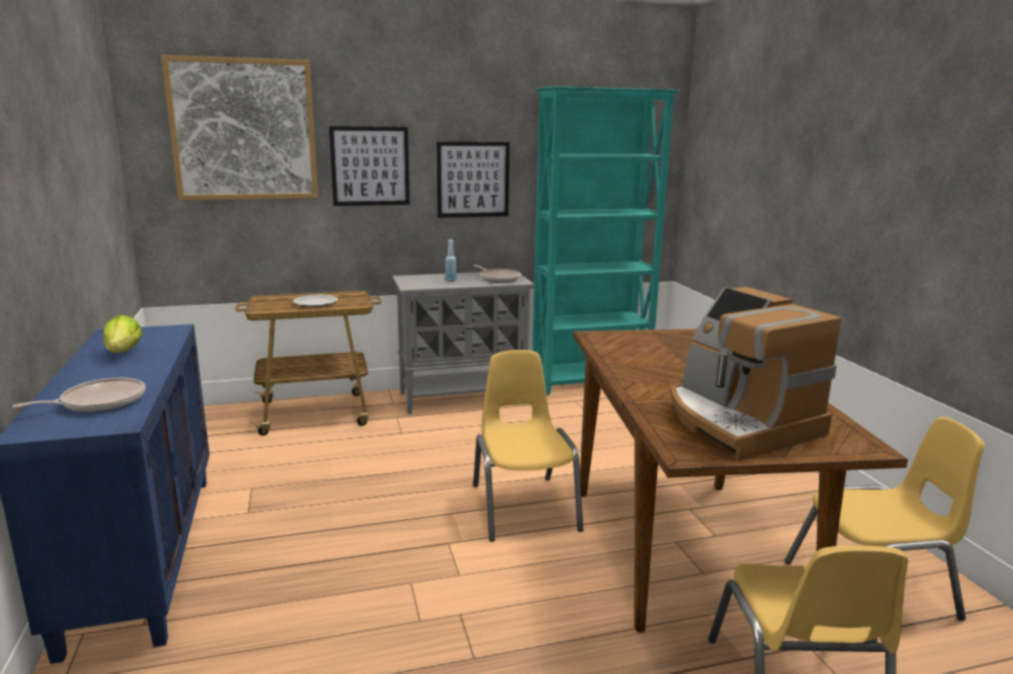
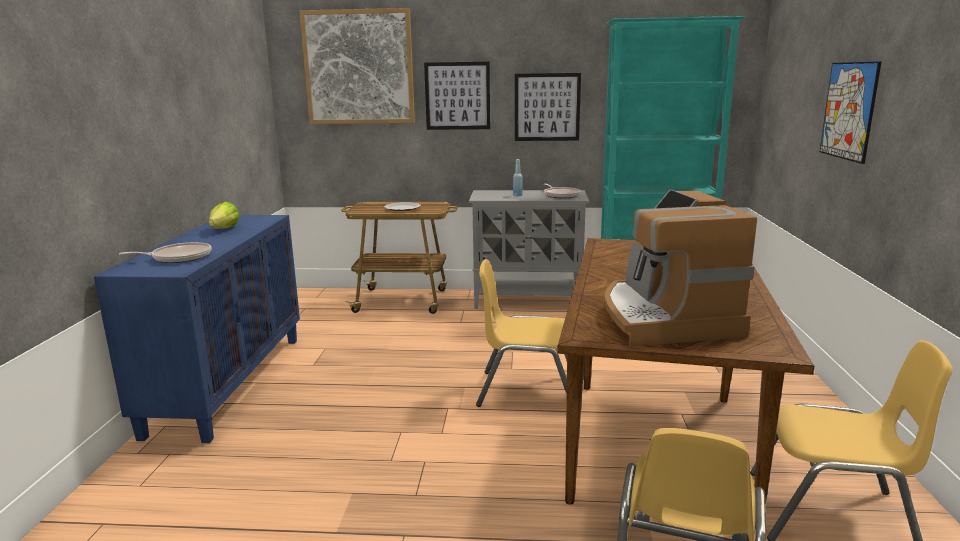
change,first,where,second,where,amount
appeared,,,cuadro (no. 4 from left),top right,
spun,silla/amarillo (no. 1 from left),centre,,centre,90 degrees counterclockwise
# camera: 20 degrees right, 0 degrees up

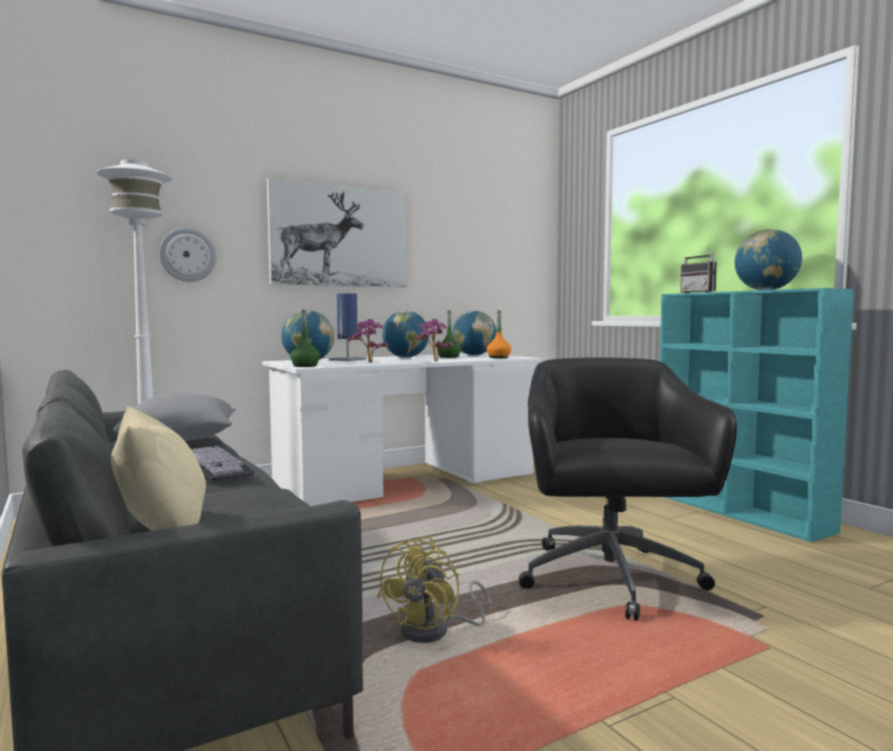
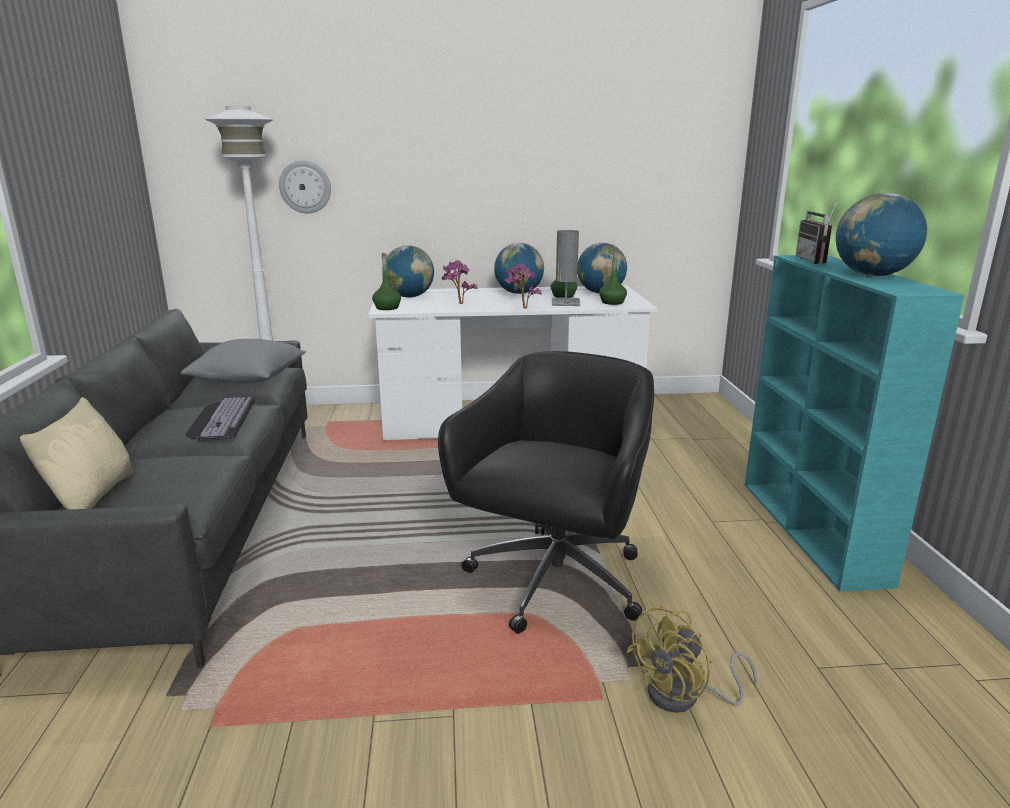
change,first,where,second,where,amount
missing,cuadro,top centre,,,
missing,lámpara de mesa/azul,centre,,,
appeared,,,lámpara de mesa/gris,top centre,
relocated,ventilador/amarillo,bottom centre,,bottom right,
colour,botella/naranja,centre,botella/verde (no. 3 from left),centre,
# camera: 25 degrees right, 15 degrees up

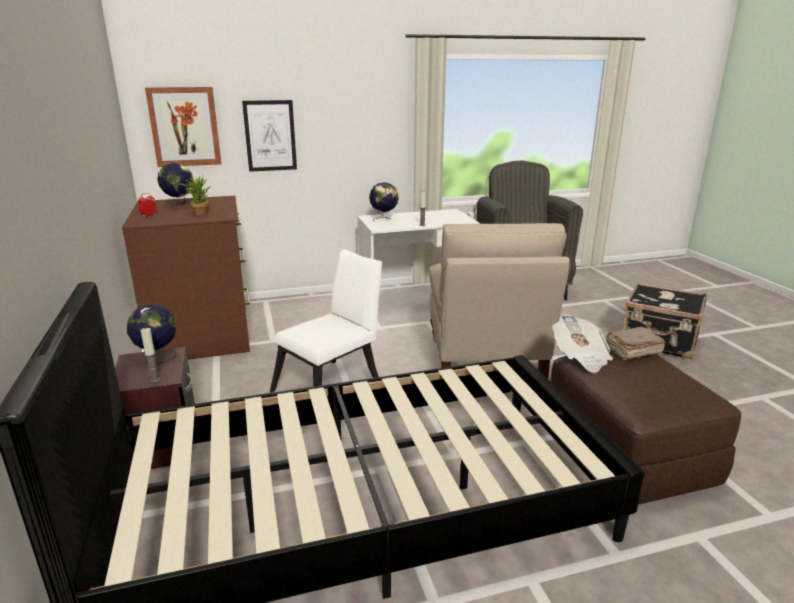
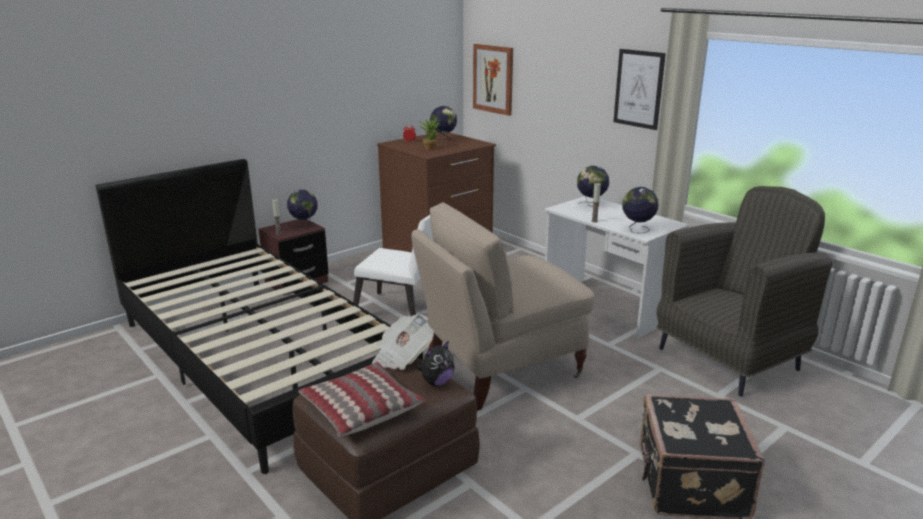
change,first,where,second,where,amount
appeared,,,cojín,bottom centre,
appeared,,,globo terráqueo (no. 4 from left),middle right,
relocated,cuadro (no. 2 from left),top centre,,top right,
exchanged,libro/marrón,middle right,peluche,bottom centre,
# camera: 65 degrees right, 0 degrees up

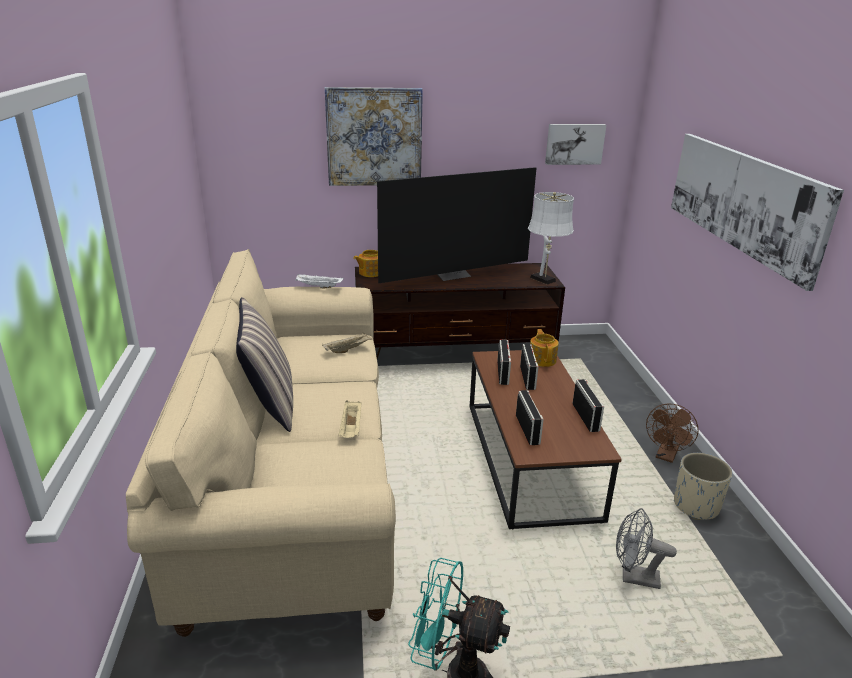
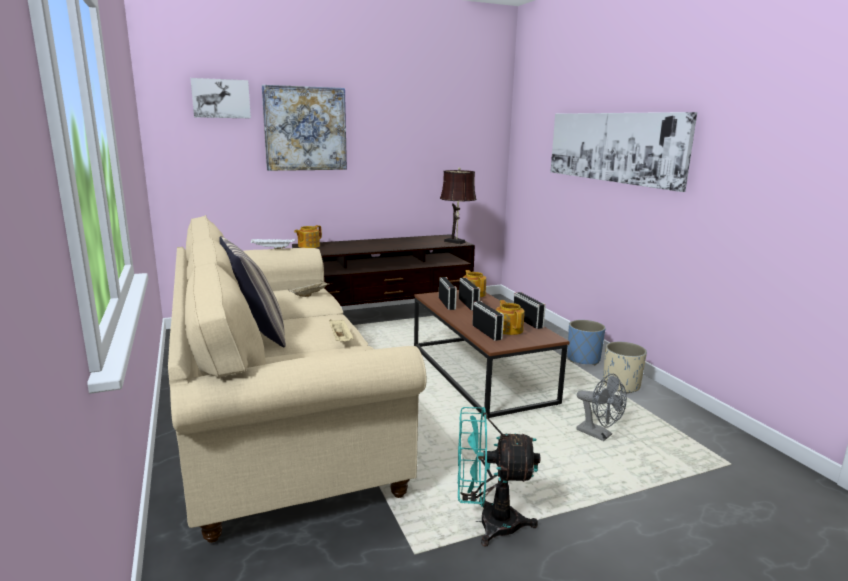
change,first,where,second,where,amount
missing,televisor,top centre,,,
appeared,,,tetera (no. 3 from left),centre,
relocated,cuadro (no. 2 from left in the first image),top right,cuadro (no. 1 from left),top left,
exchanged,ventilador/marrón,middle right,maceta/azul,middle right,
colour,lámpara de mesa/blanco,centre,lámpara de mesa/marrón,centre,
spun,ventilador/gris,bottom right,,bottom right,135 degrees counterclockwise
# camera: 15 degrees left, 10 degrees down

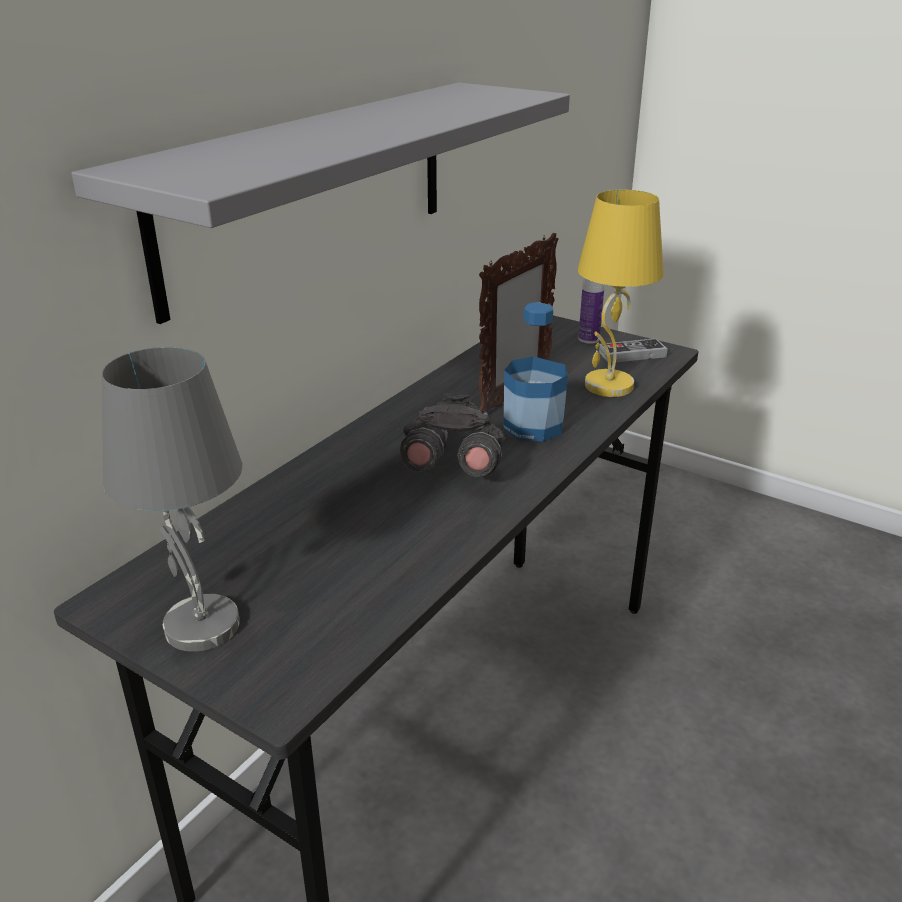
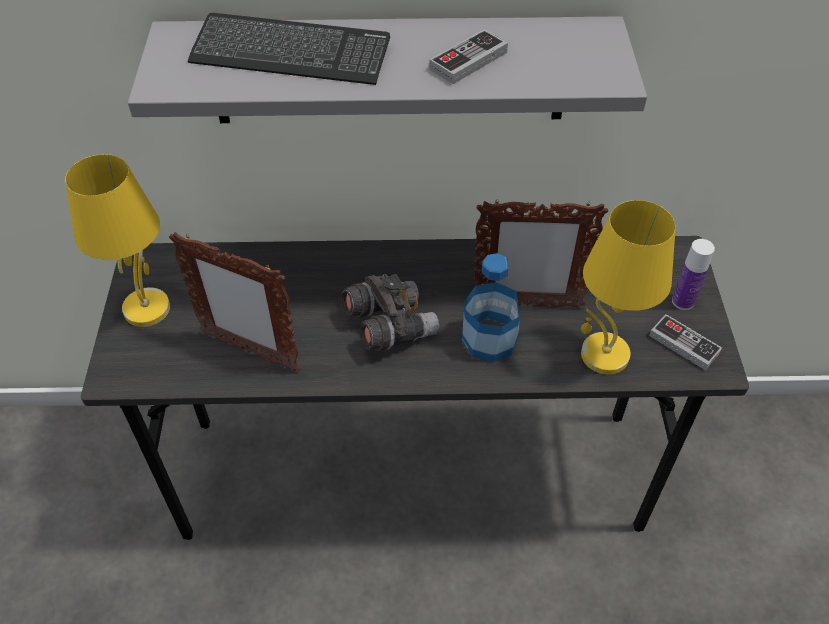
change,first,where,second,where,amount
appeared,,,portarretratos (no. 1 from left),middle left,
appeared,,,teclado,top centre,
appeared,,,mando de consola (no. 1 from left),top centre,
colour,lámpara de mesa/gris,middle left,lámpara de mesa/amarillo (no. 1 from left),middle left,
# camera: 55 degrees right, 20 degrees up

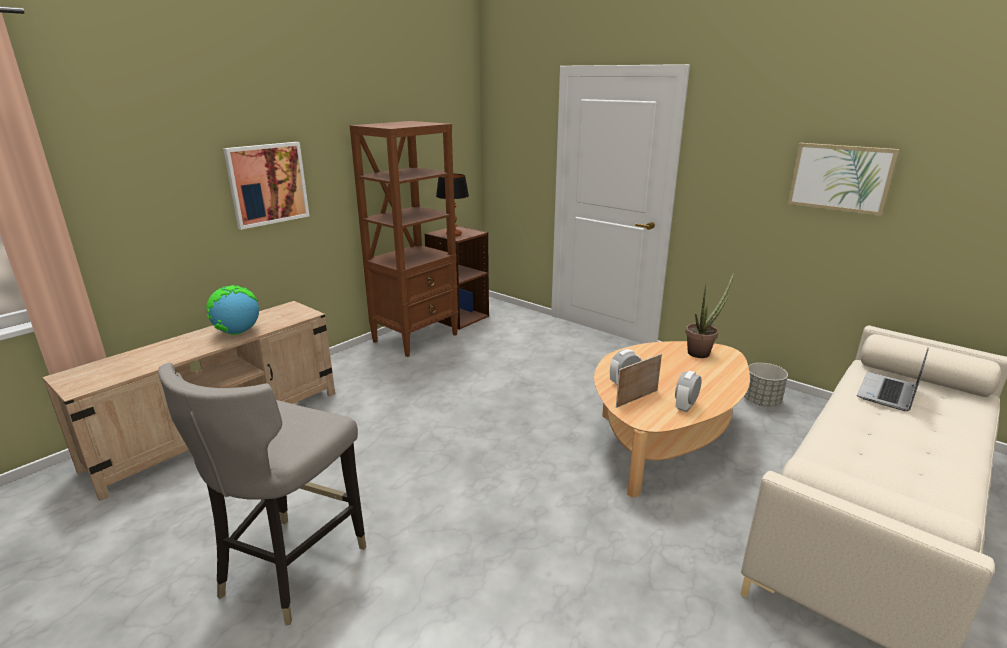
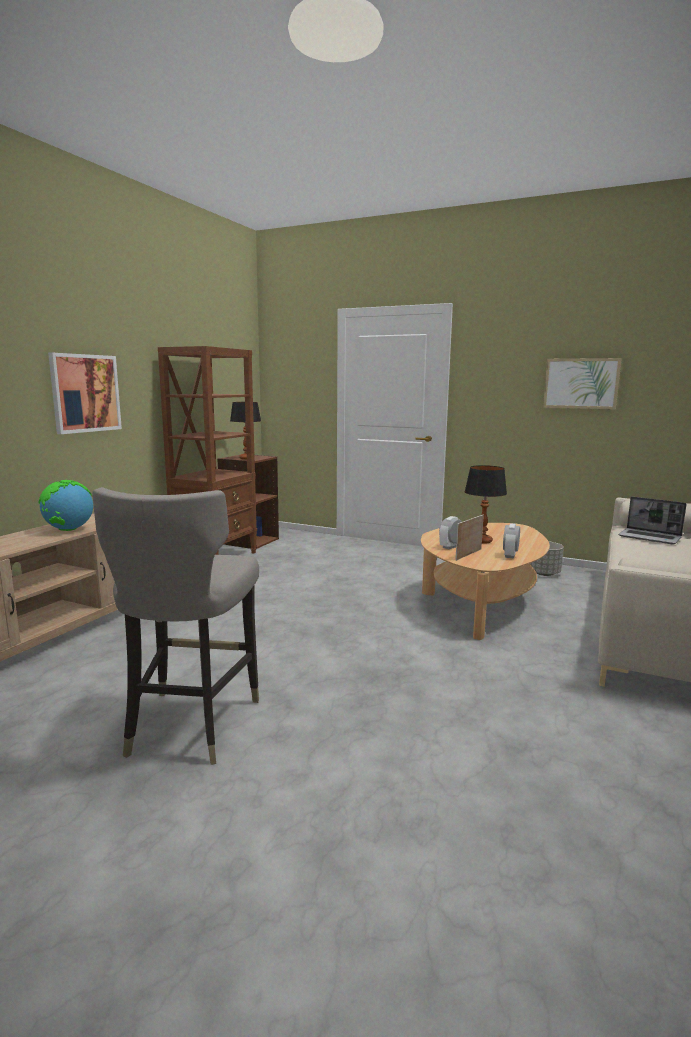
change,first,where,second,where,amount
missing,planta en maceta,middle right,,,
appeared,,,lámpara de mesa (no. 2 from left),middle right,
spun,portátil,middle right,,middle right,75 degrees counterclockwise
# camera: 15 degrees left, 10 degrees down

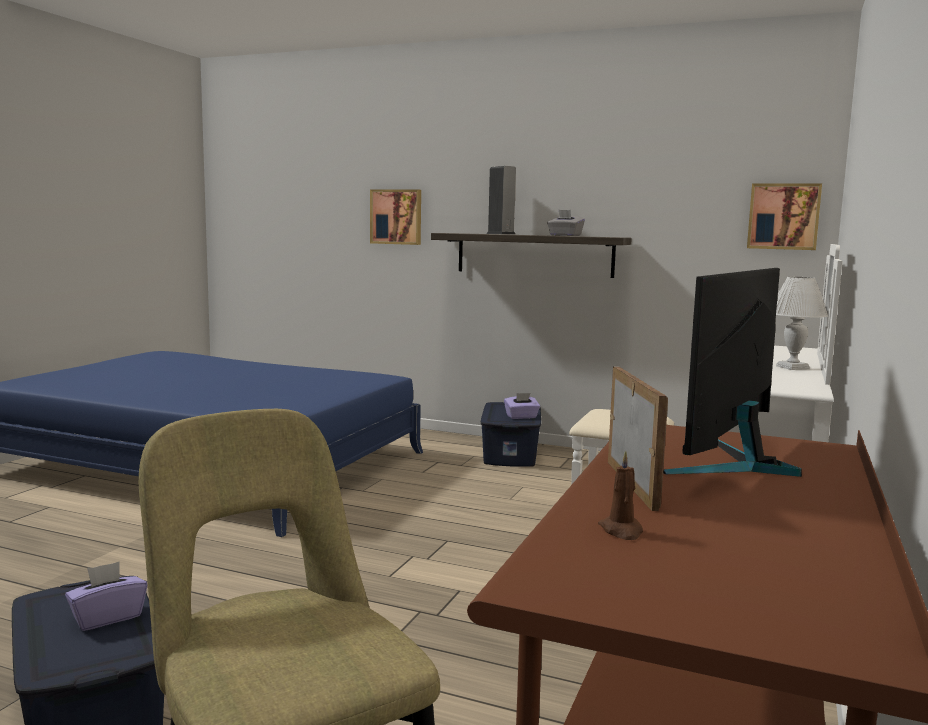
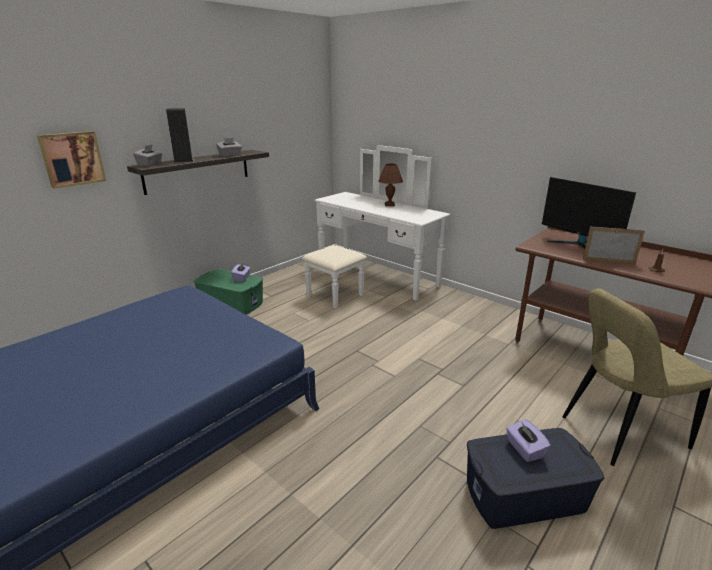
change,first,where,second,where,amount
missing,cuadro (no. 2 from left),top right,,,
appeared,,,caja de pañuelos/gris (no. 1 from left),top left,
colour,caja de almacenaje/azul (no. 2 from left),centre,caja de almacenaje/verde,middle left,
colour,lámpara de mesa/blanco,middle right,lámpara de mesa/marrón,top centre,
# camera: 70 degrees left, 15 degrees up

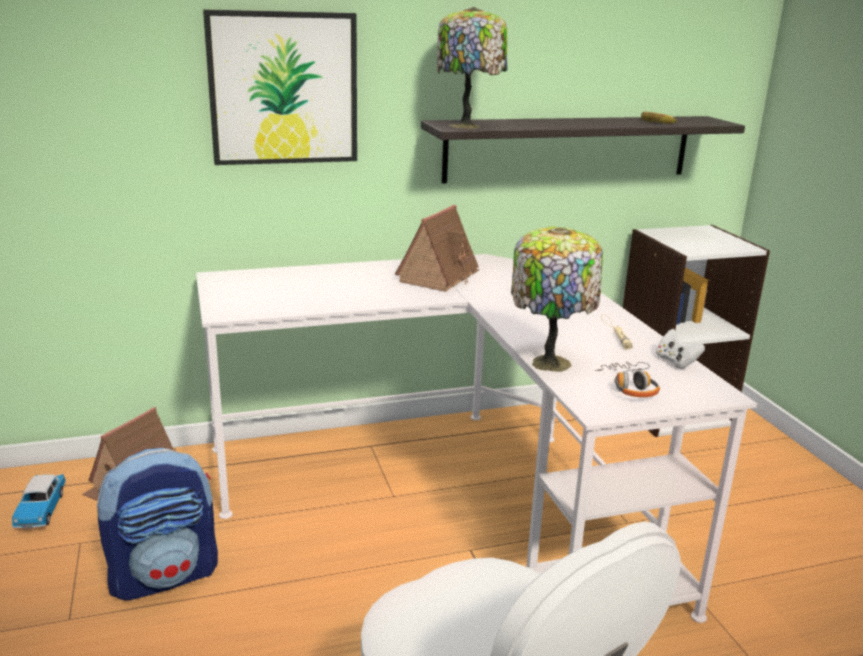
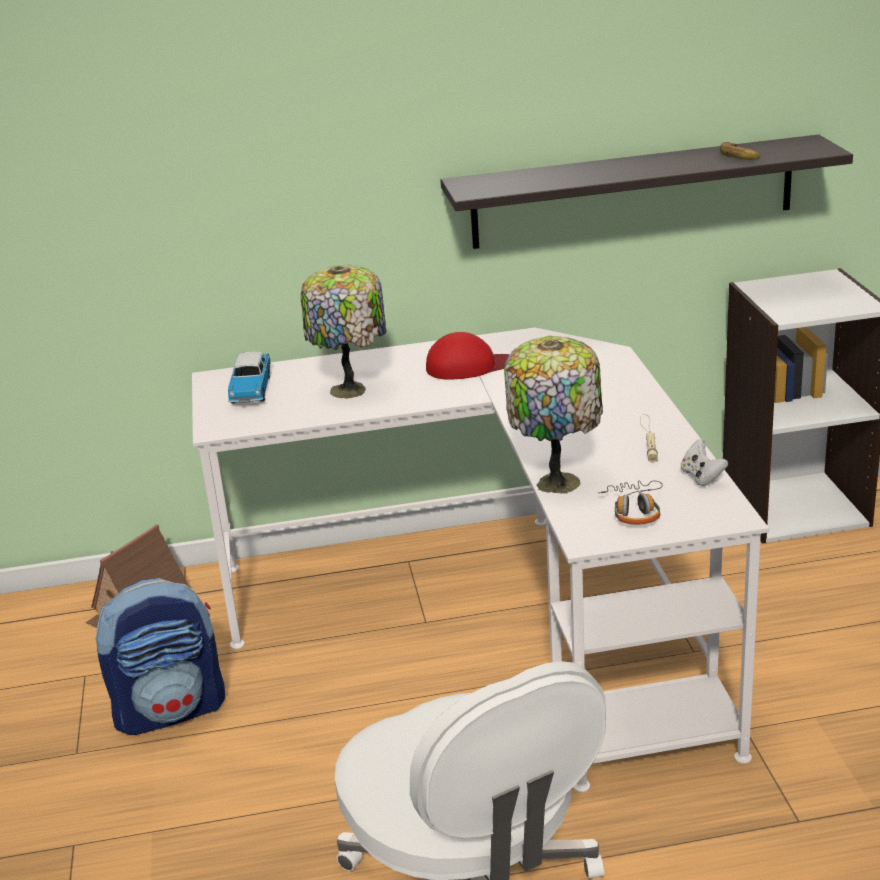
change,first,where,second,where,amount
missing,cuadro,top left,,,
relocated,coche de juguete,bottom left,,middle left,
relocated,lámpara de mesa (no. 1 from left),top centre,,centre,
exchanged,casita (no. 2 from left),centre,gorra/rojo,centre,
# camera: 10 degrees right, 5 degrees up

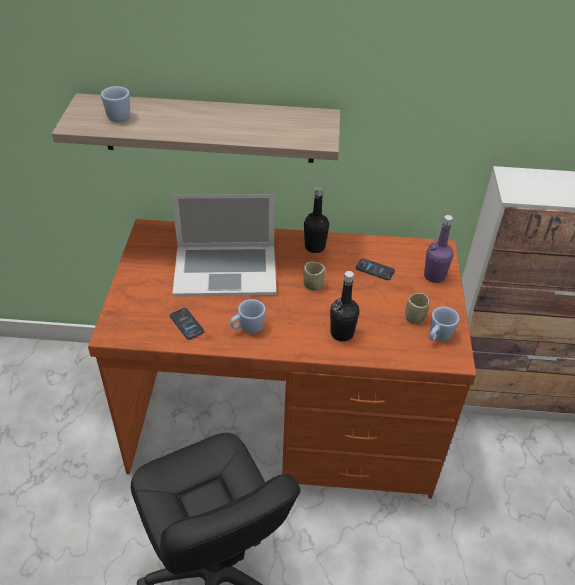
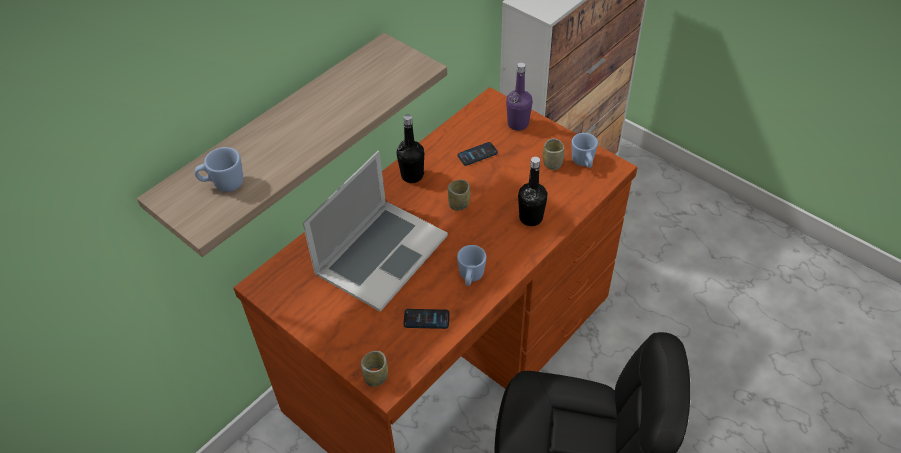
change,first,where,second,where,amount
appeared,,,taza (no. 1 from left),bottom centre,
# camera: 50 degrees left, 5 degrees up

